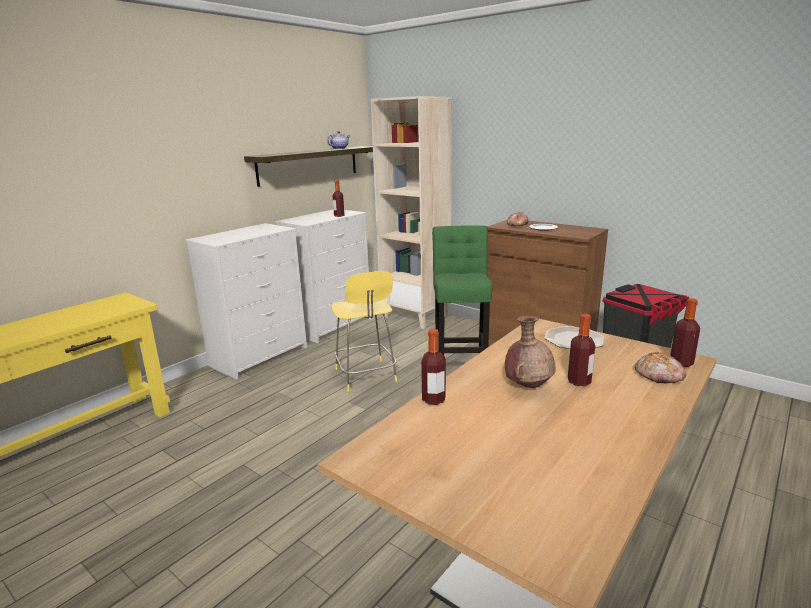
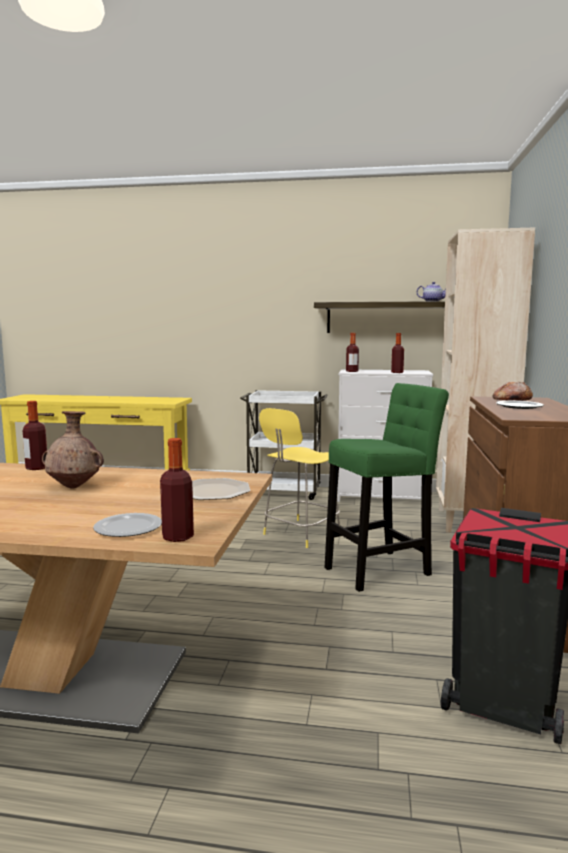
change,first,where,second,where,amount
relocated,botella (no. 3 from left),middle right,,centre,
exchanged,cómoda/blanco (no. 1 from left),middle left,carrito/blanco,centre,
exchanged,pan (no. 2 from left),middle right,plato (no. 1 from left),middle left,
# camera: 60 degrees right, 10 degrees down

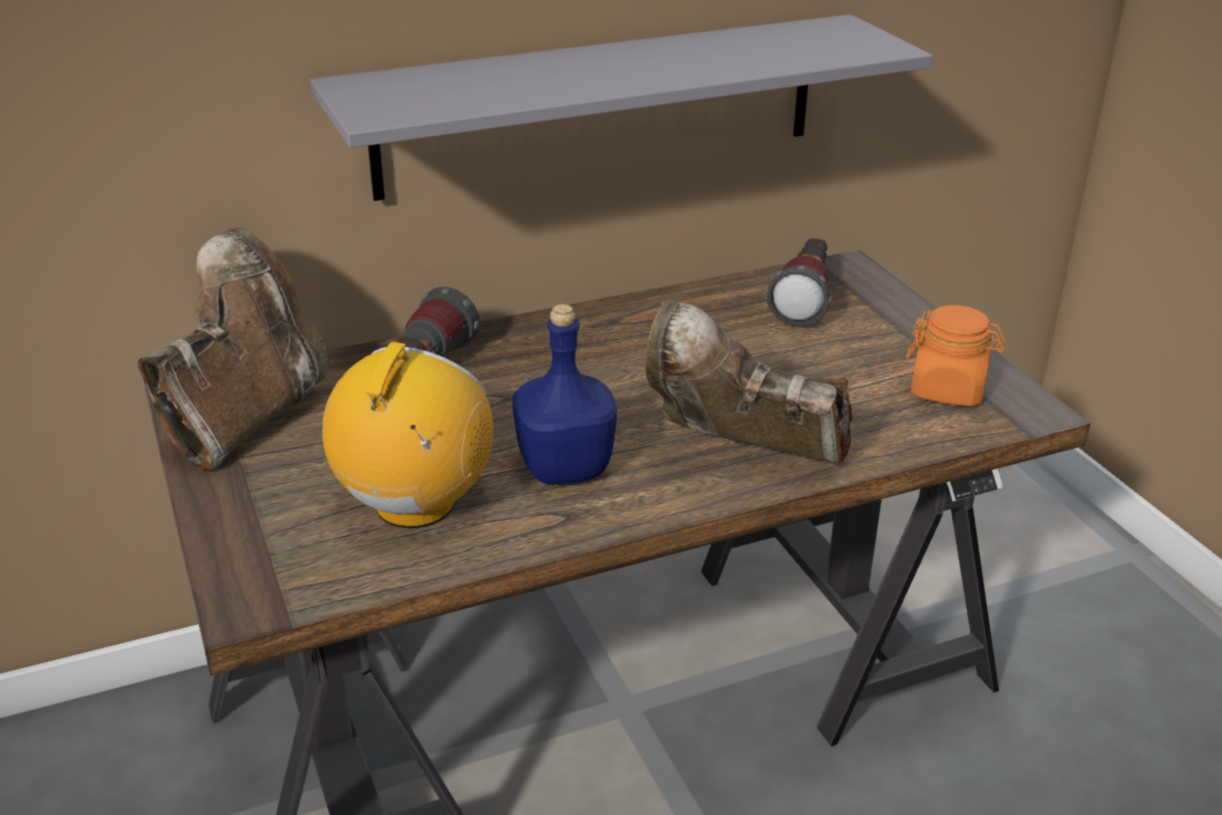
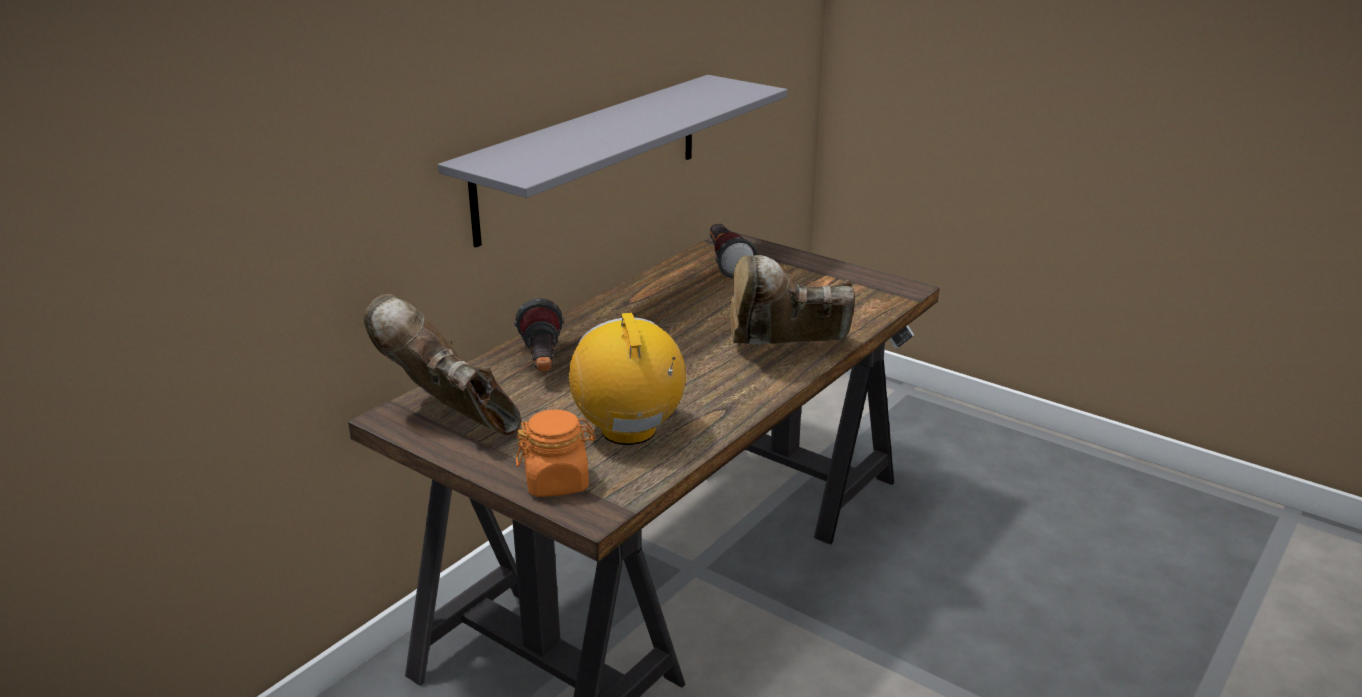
change,first,where,second,where,amount
missing,botella/azul,centre,,,
relocated,tarro/naranja,middle right,,centre,
spun,bota/marrón (no. 1 from left),middle left,,middle left,45 degrees counterclockwise
# camera: 30 degrees left, 5 degrees down

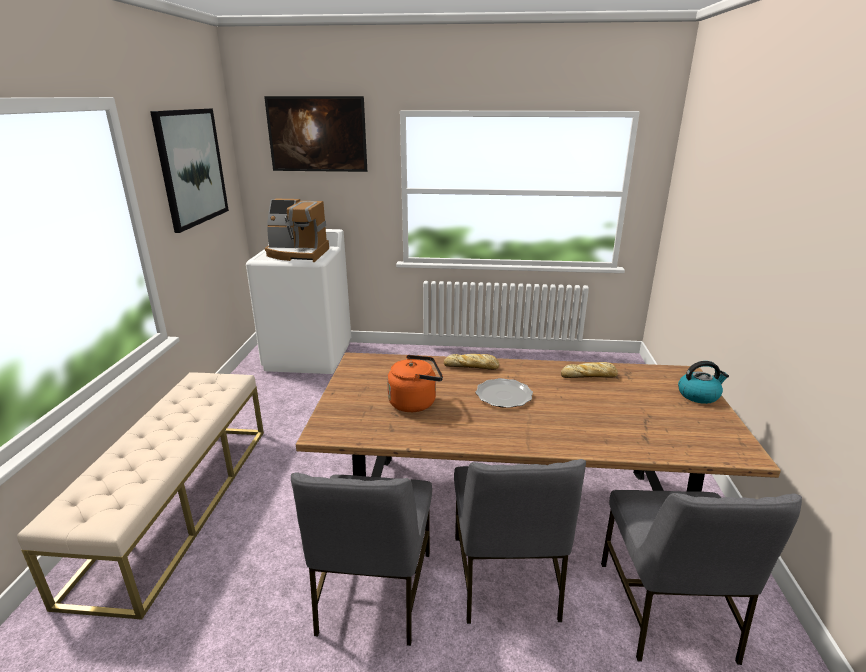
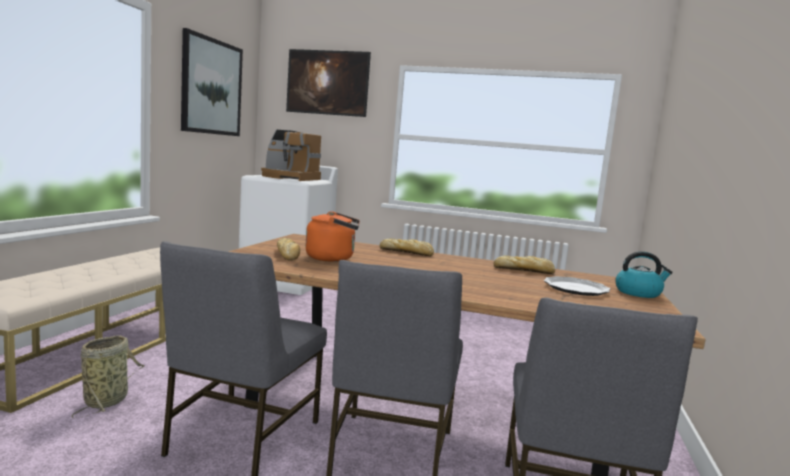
change,first,where,second,where,amount
appeared,,,cesta,bottom left,
appeared,,,pan (no. 1 from left),centre,
relocated,plato,centre,,middle right,
# camera: 10 degrees right, 15 degrees down

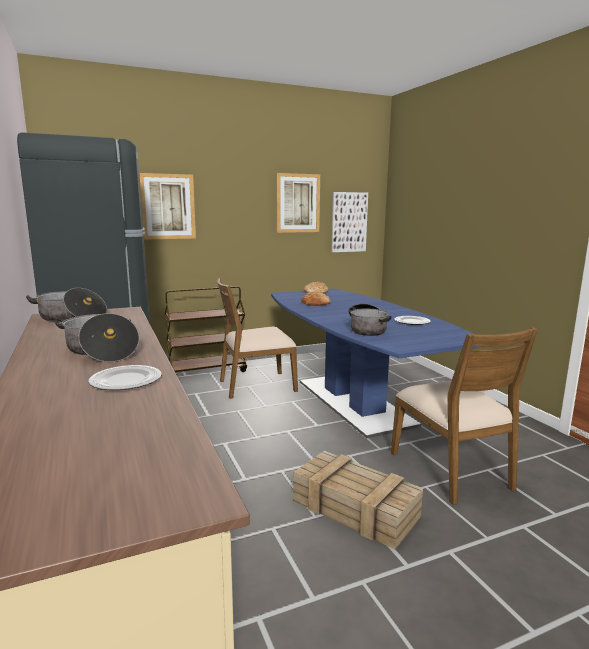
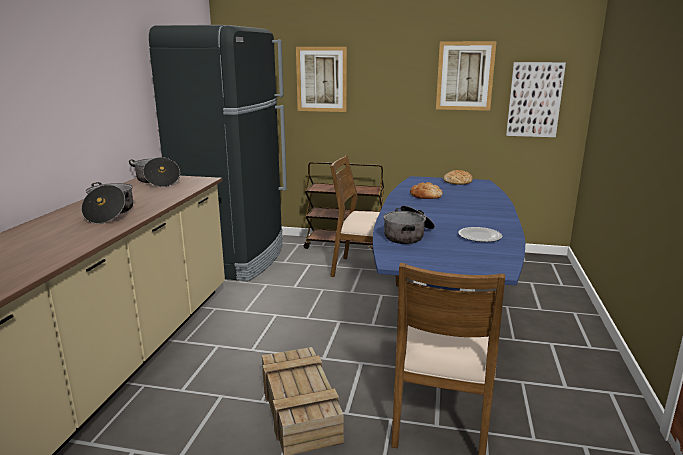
change,first,where,second,where,amount
missing,plato (no. 1 from left),middle left,,,
# camera: 35 degrees right, 5 degrees up

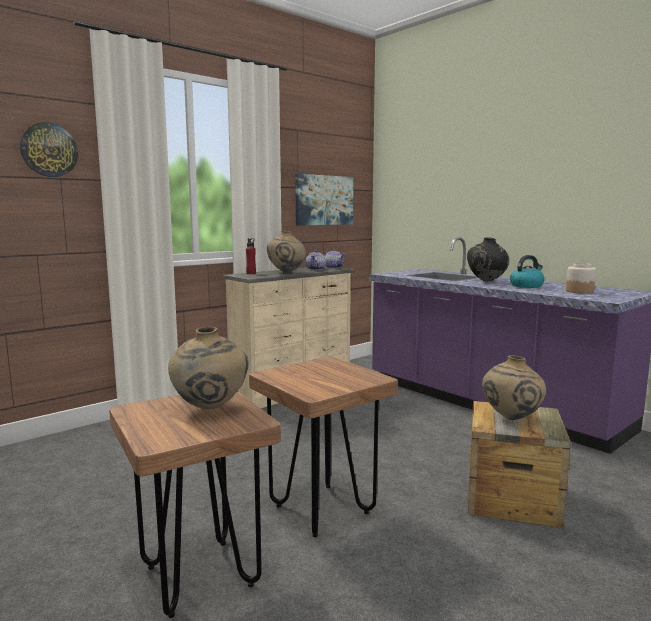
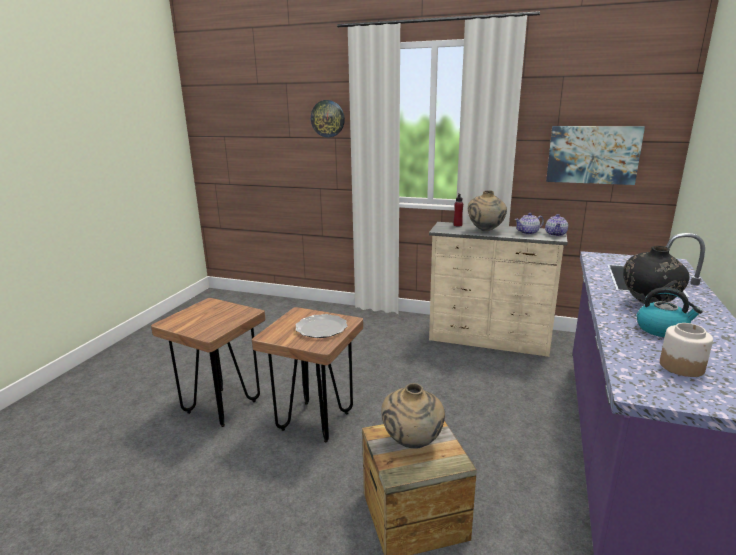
change,first,where,second,where,amount
missing,florero/beis (no. 1 from left),middle left,,,
appeared,,,plato,centre,
# camera: 60 degrees right, 10 degrees up

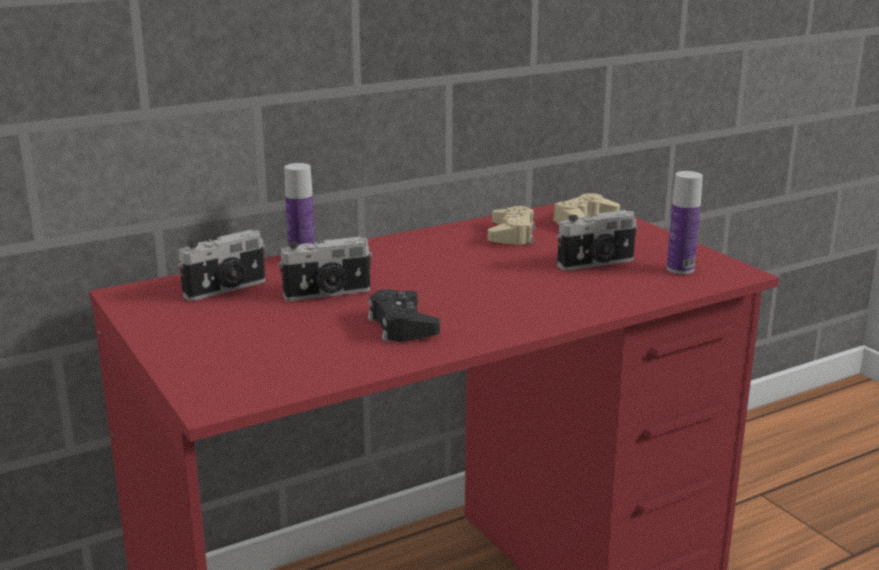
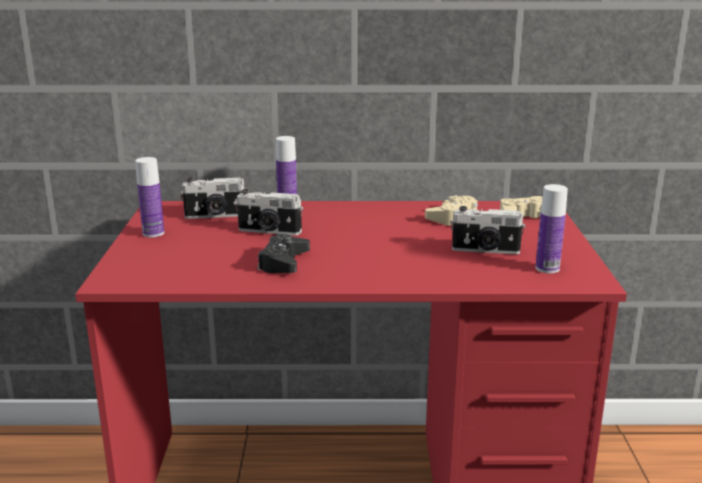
change,first,where,second,where,amount
appeared,,,botella (no. 1 from left),middle left,
# camera: 30 degrees right, 0 degrees up

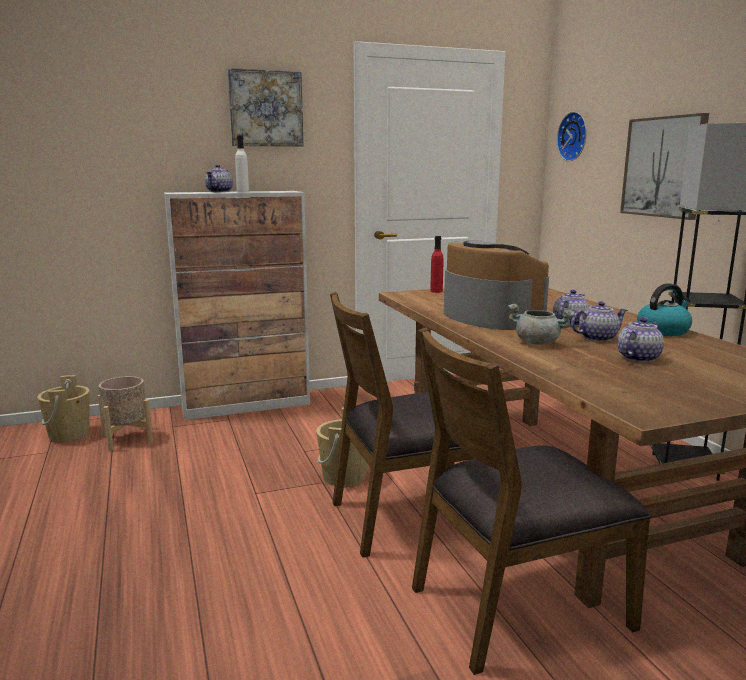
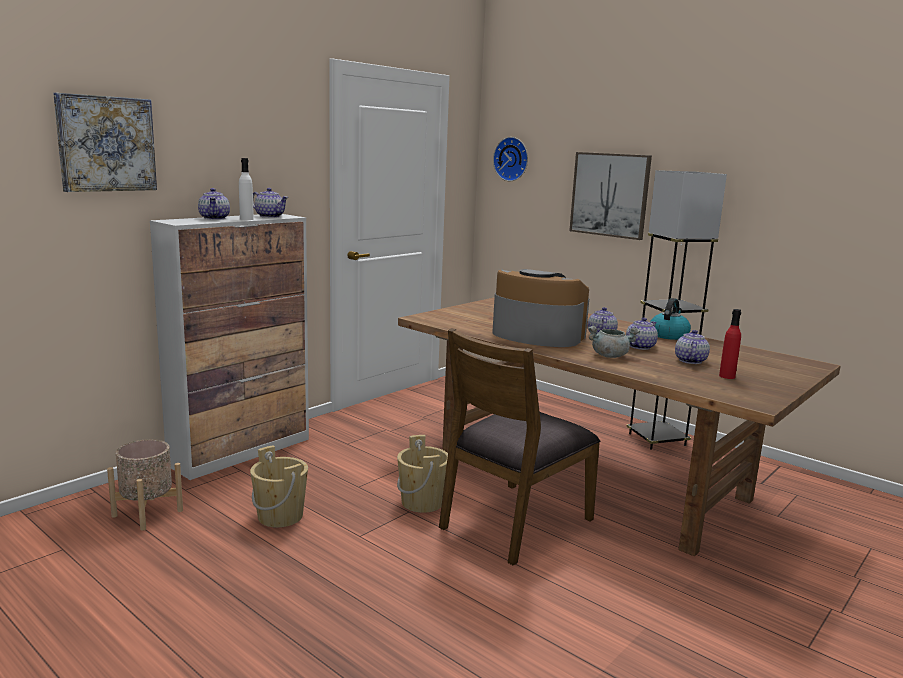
change,first,where,second,where,amount
missing,silla/marrón (no. 2 from left),bottom right,,,
appeared,,,tetera (no. 2 from left),top left,
relocated,cubo/beis (no. 1 from left),middle left,,bottom left,
relocated,cuadro (no. 1 from left),top centre,,top left,
relocated,botella/rojo,centre,,middle right,
# camera: 30 degrees left, 0 degrees up

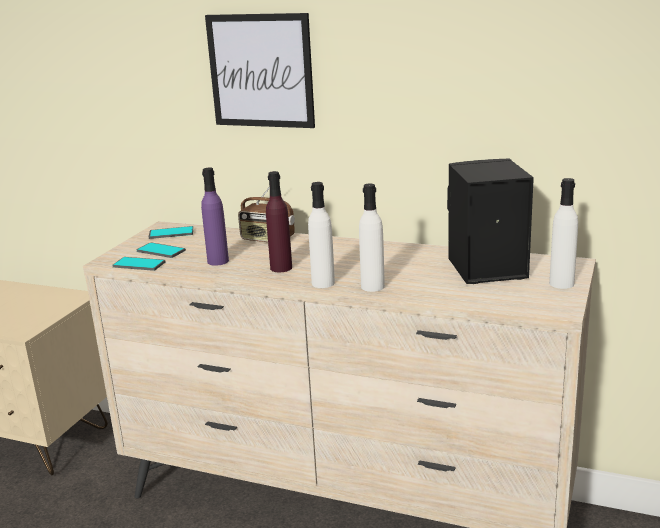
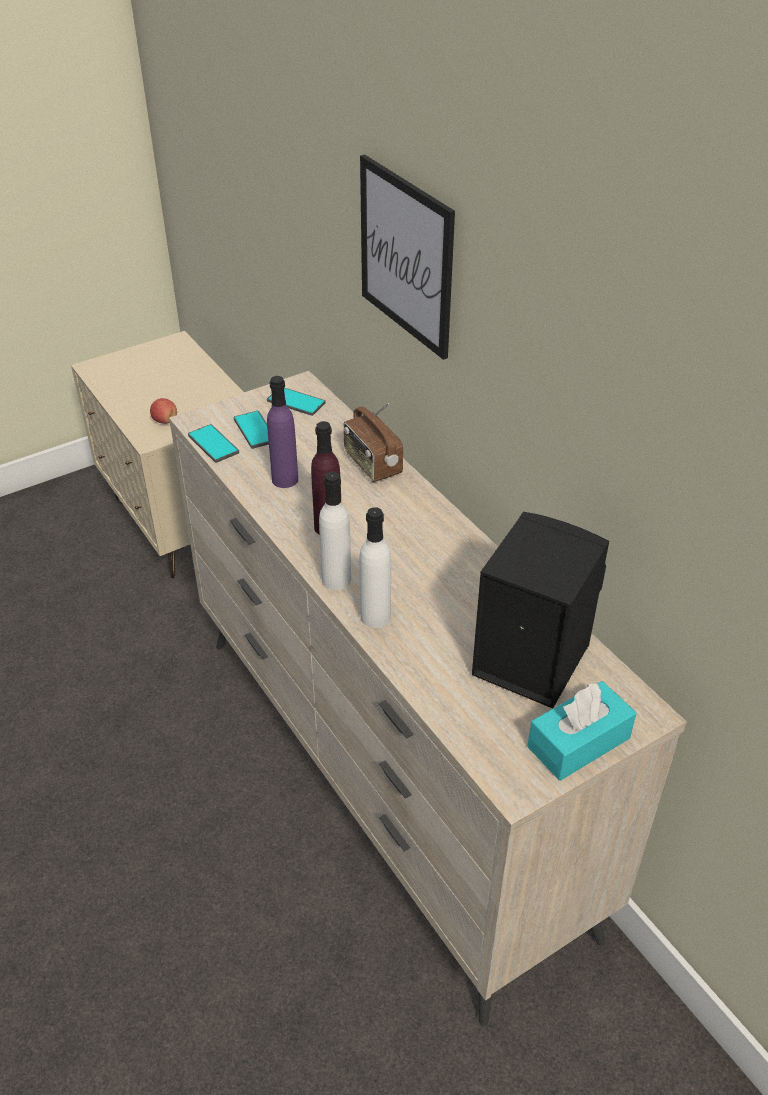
change,first,where,second,where,amount
appeared,,,manzana,middle left,
exchanged,botella/blanco (no. 3 from left),middle right,caja de pañuelos/turquesa,bottom right,
# camera: 35 degrees right, 20 degrees up

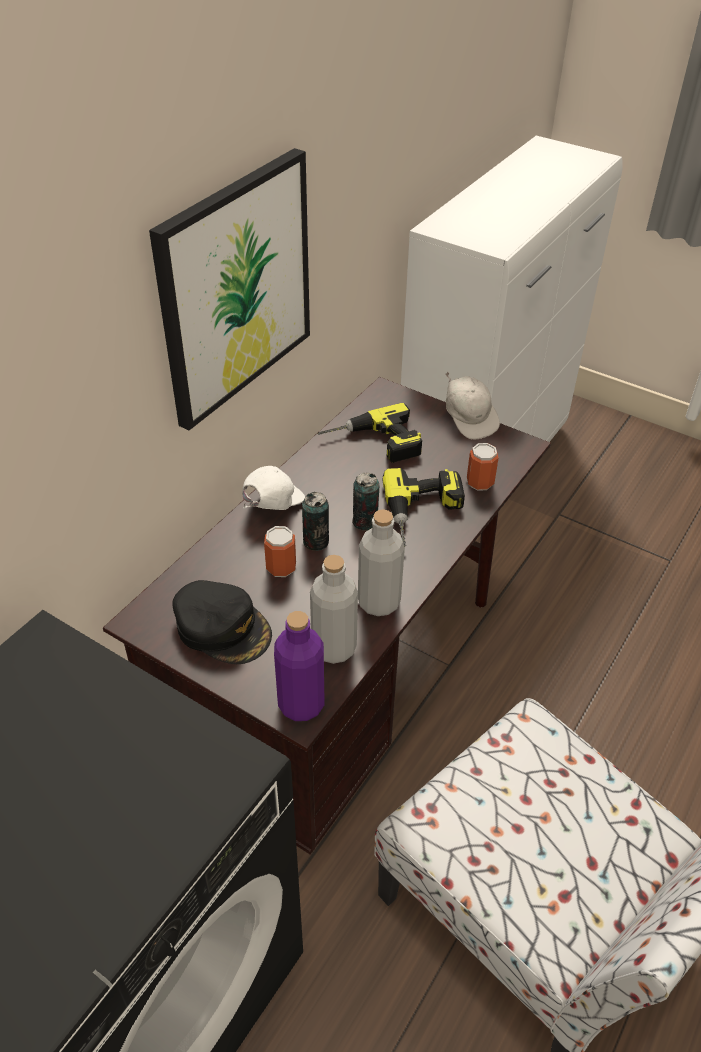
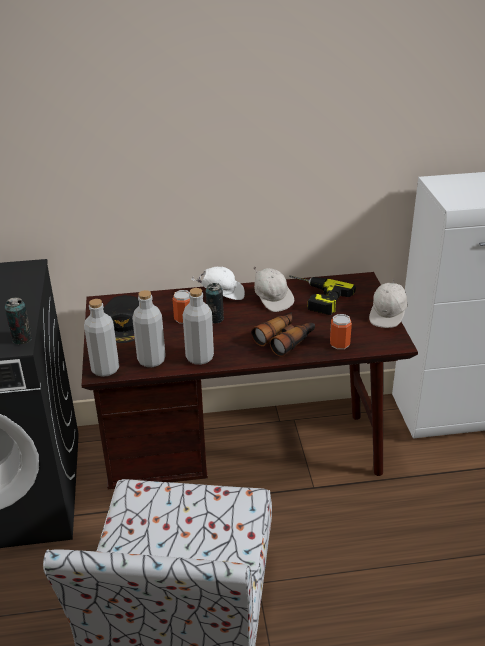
change,first,where,second,where,amount
missing,cuadro,top left,,,
appeared,,,gorra/blanco (no. 2 from left),centre,
relocated,lata (no. 3 from left in the first image),centre,lata (no. 1 from left),middle left,
exchanged,taladro (no. 2 from left),centre,prismáticos,centre,
colour,botella/morado,centre,botella/gris (no. 1 from left),middle left,
# camera: 50 degrees right, 10 degrees down

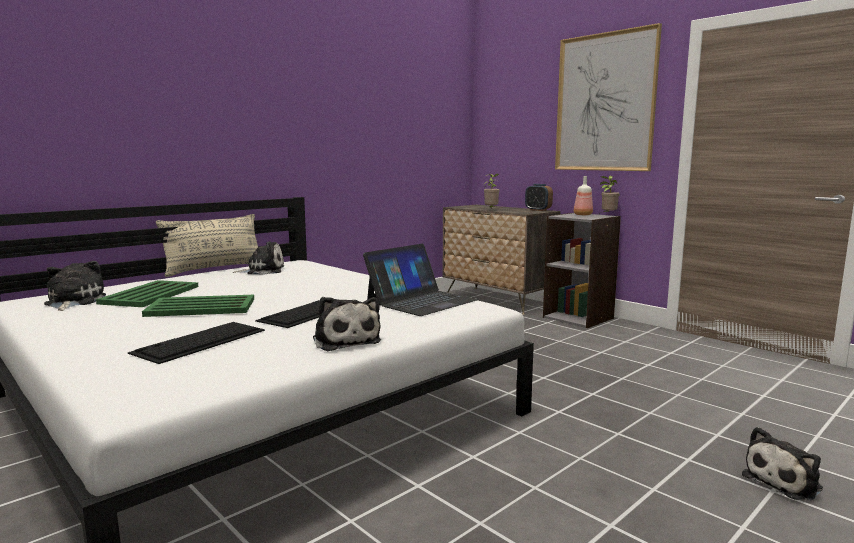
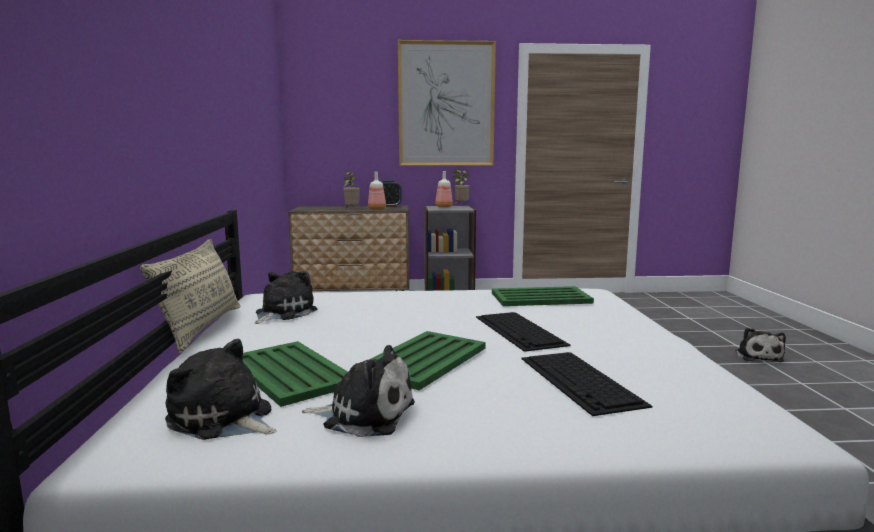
change,first,where,second,where,amount
appeared,,,botella (no. 1 from left),centre,
relocated,peluche (no. 3 from left),centre,,bottom centre,
exchanged,portátil,centre,bandeja/verde (no. 3 from left),centre,
# camera: 50 degrees left, 0 degrees up

